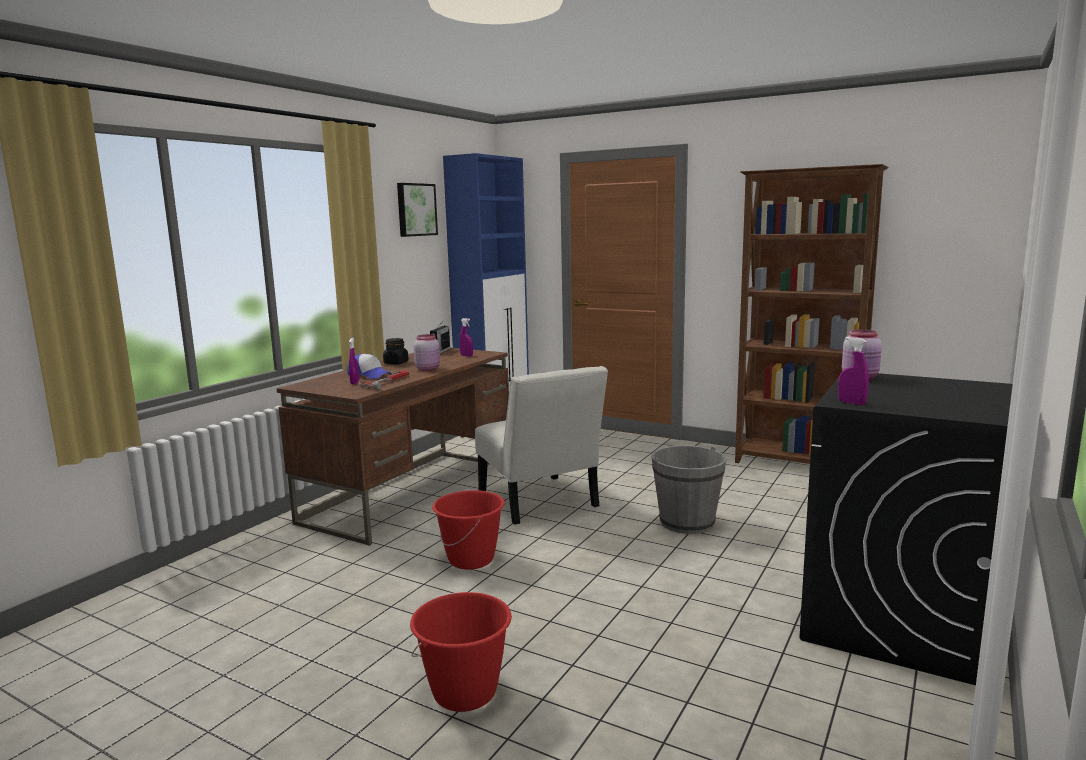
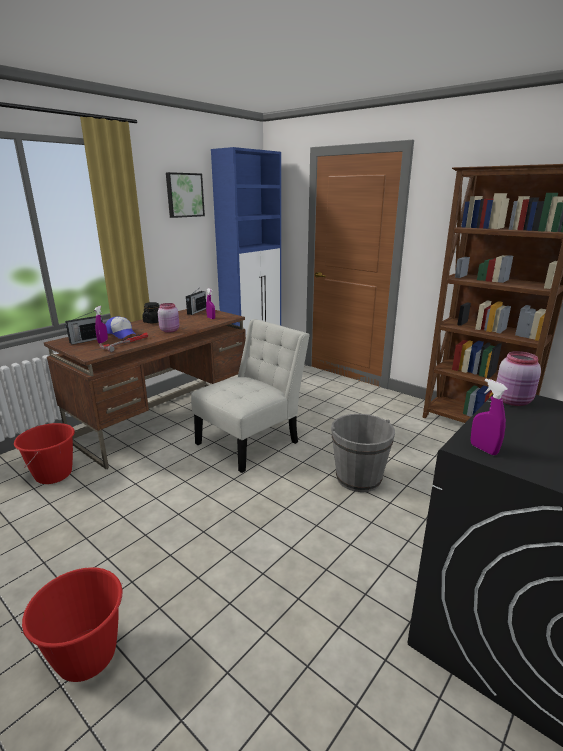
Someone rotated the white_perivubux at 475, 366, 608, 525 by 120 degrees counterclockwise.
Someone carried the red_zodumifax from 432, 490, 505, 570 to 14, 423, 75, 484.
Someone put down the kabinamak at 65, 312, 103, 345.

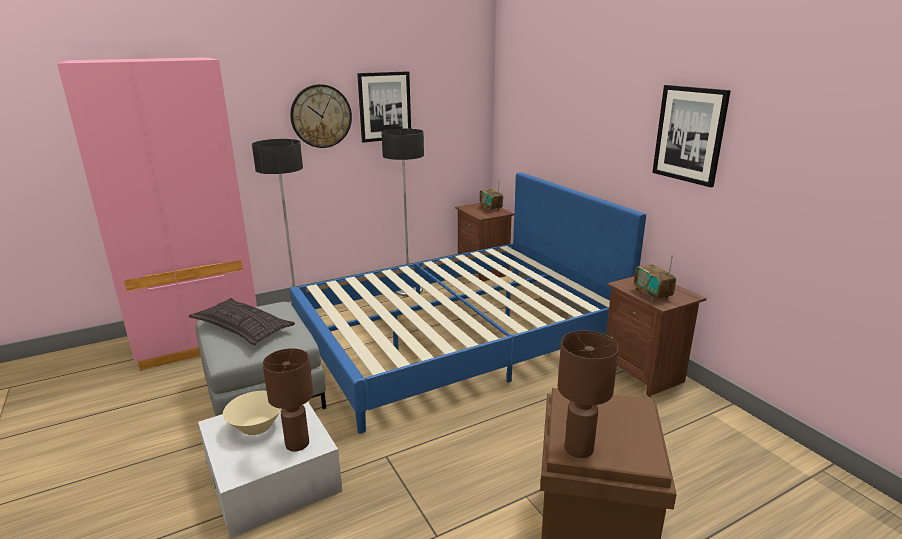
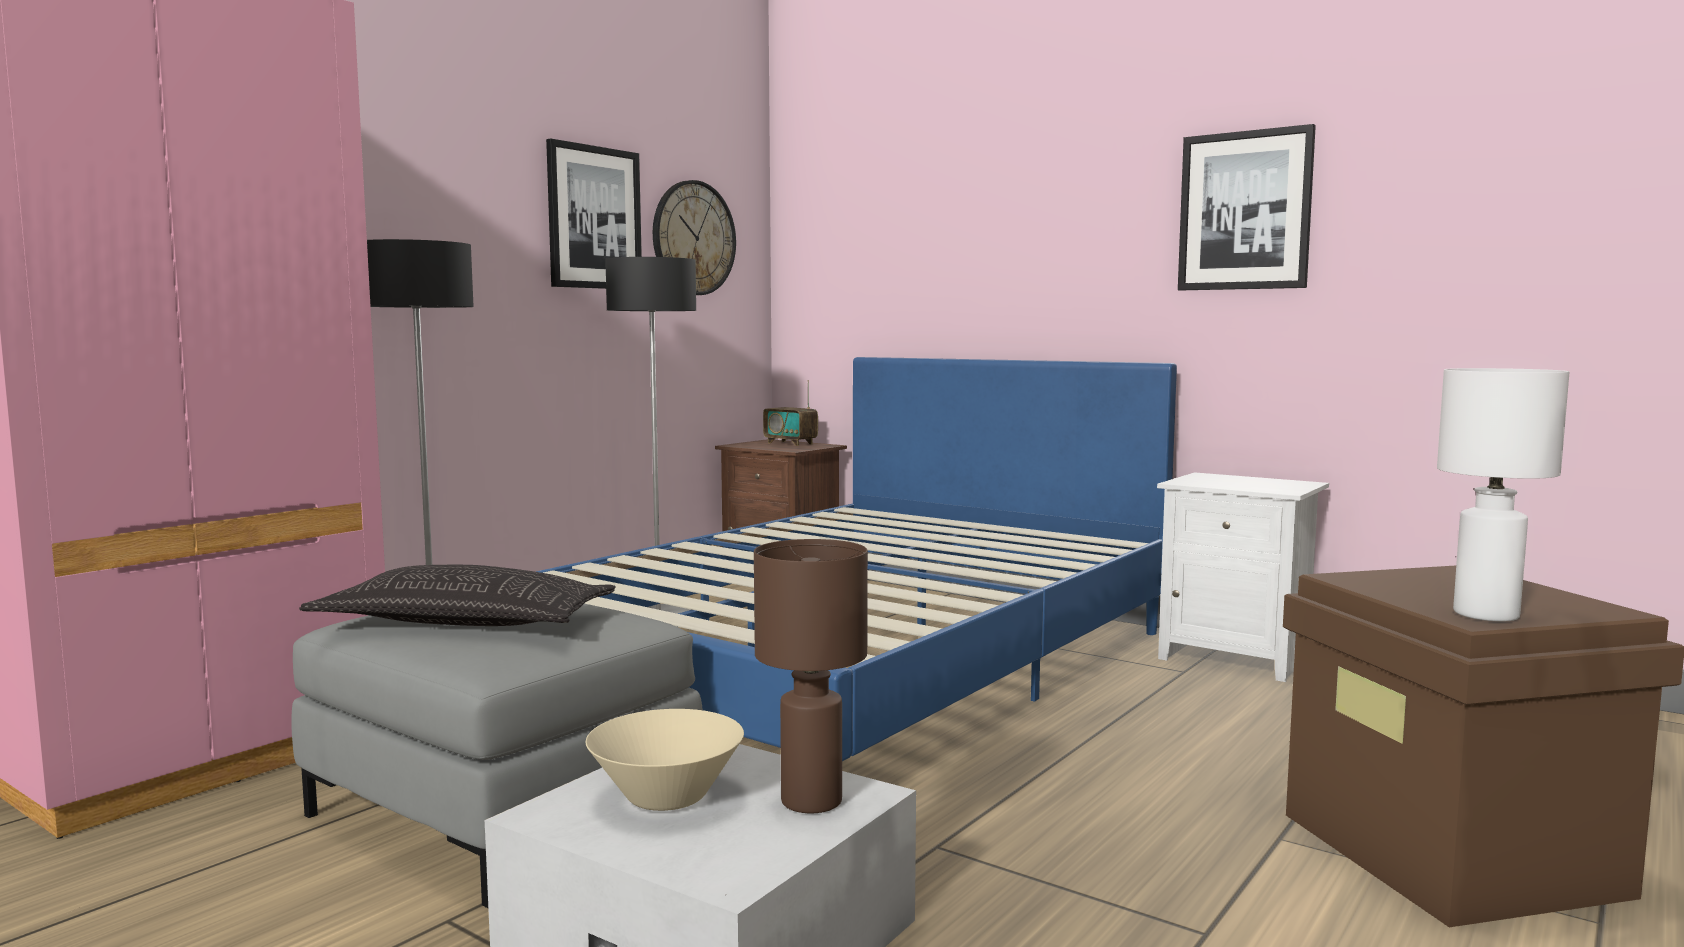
Someone carried the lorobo from 290, 84, 352, 148 to 653, 180, 736, 295.
Someone took away the kabinamak at 634, 254, 676, 302.
Someone repainted the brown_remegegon at 606, 276, 707, 397, which became the white_remegegon at 1157, 472, 1329, 682.
Someone repainted the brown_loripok at 558, 331, 619, 458, which became the white_loripok at 1437, 368, 1569, 622.

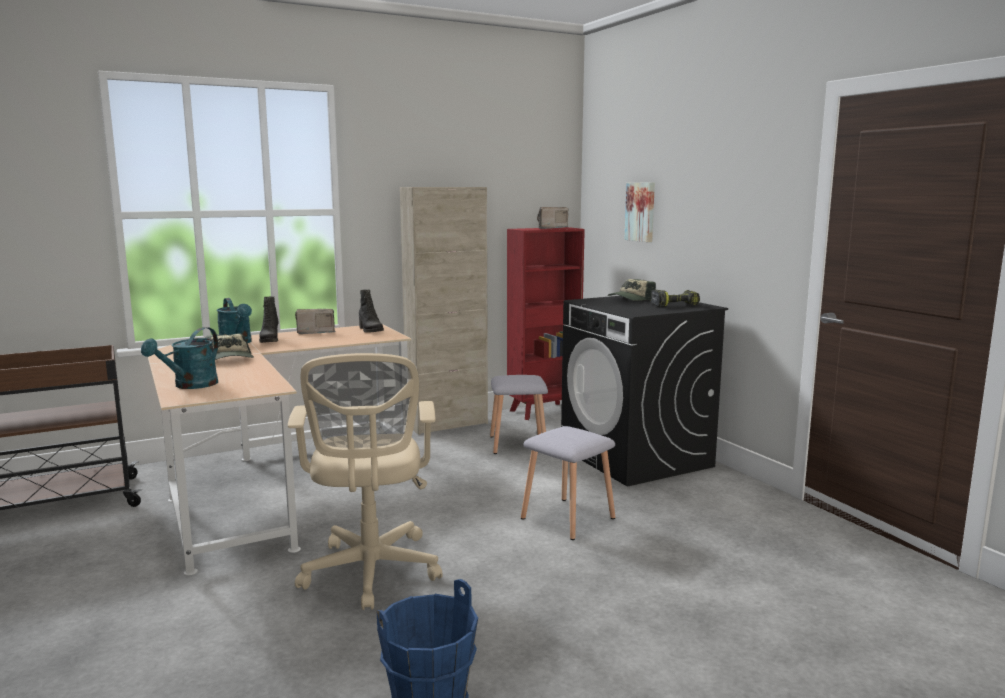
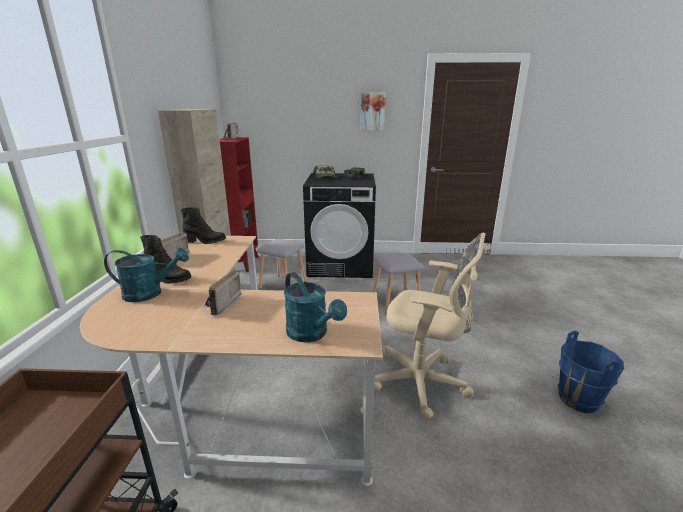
Someone carried the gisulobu from 624, 183, 655, 242 to 361, 92, 386, 131.
Someone swapped the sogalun at 205, 333, 254, 360 for the kabinamak at 205, 270, 241, 316.

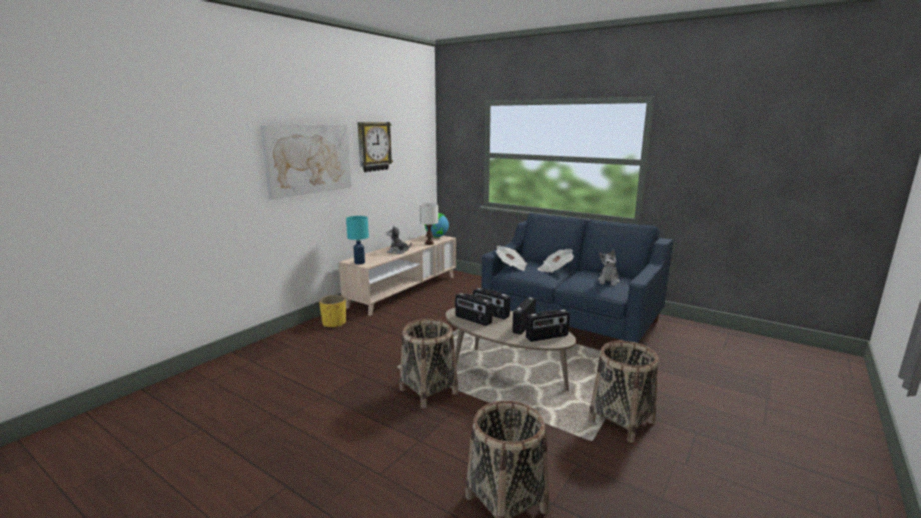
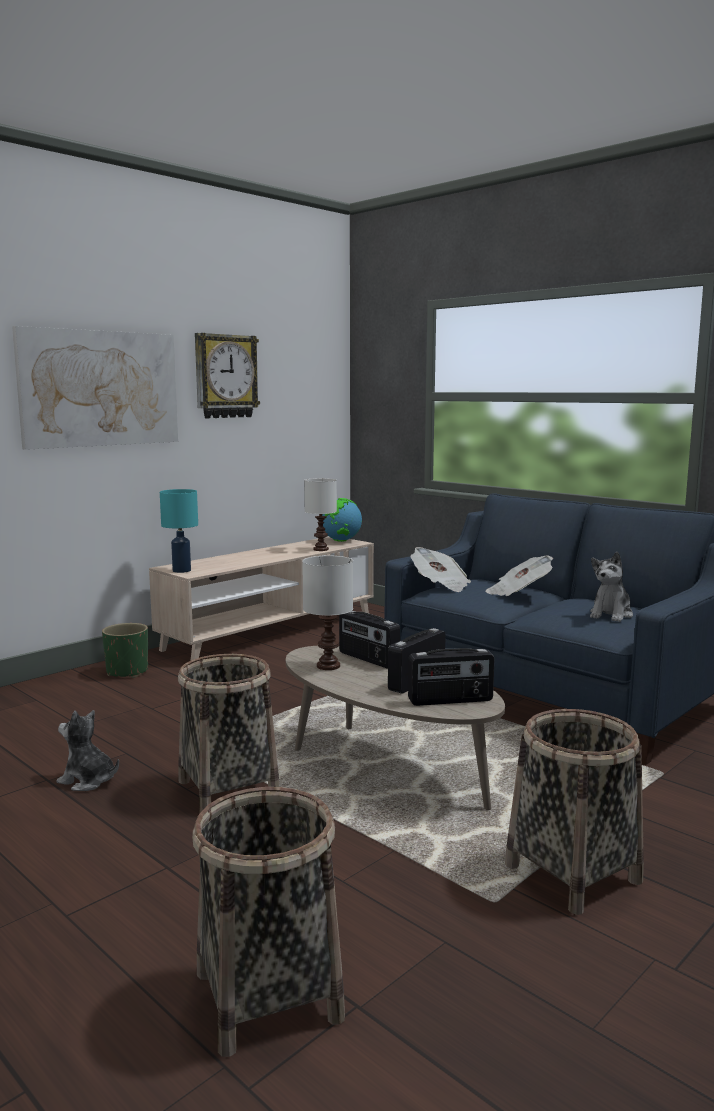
Someone carried the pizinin from 386, 226, 412, 254 to 56, 710, 119, 791.
Someone swapped the kabinamak at 455, 293, 492, 326 for the white_loripok at 302, 556, 353, 670.
Someone repainted the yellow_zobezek at 319, 295, 346, 327, which became the green_zobezek at 102, 623, 148, 678.

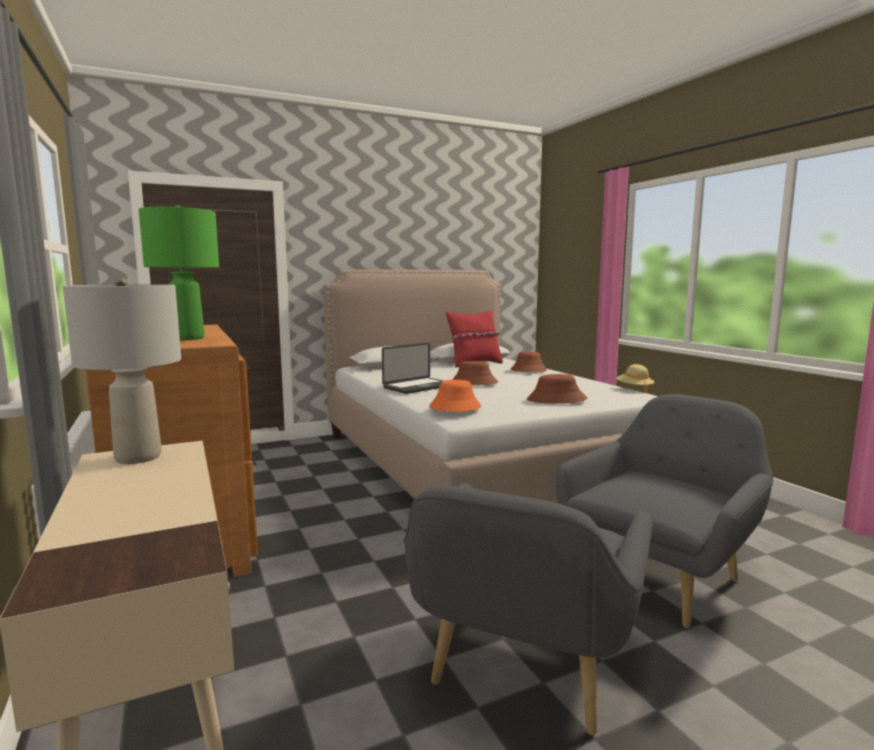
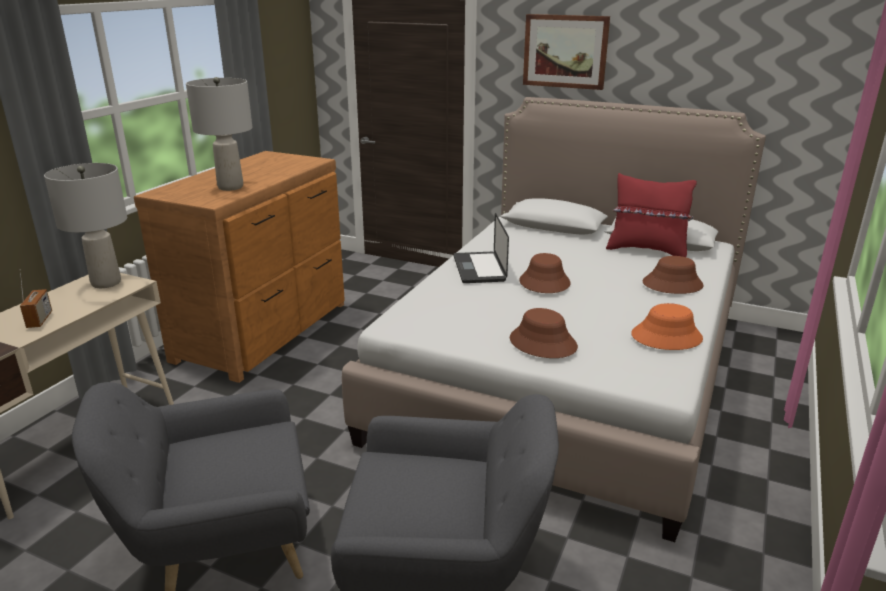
Someone repainted the green_loripok at 139, 205, 219, 340, which became the grey_loripok at 186, 77, 253, 191.
Someone rotated the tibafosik at 382, 343, 443, 394 by 75 degrees clockwise.
Someone took away the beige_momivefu at 616, 364, 655, 393.
Someone carried the orange_momivefu from 429, 380, 481, 412 to 631, 303, 703, 350.
Someone put up the gisulobu at 523, 14, 610, 90.
Someone put down the kabinamak at 20, 269, 52, 328.

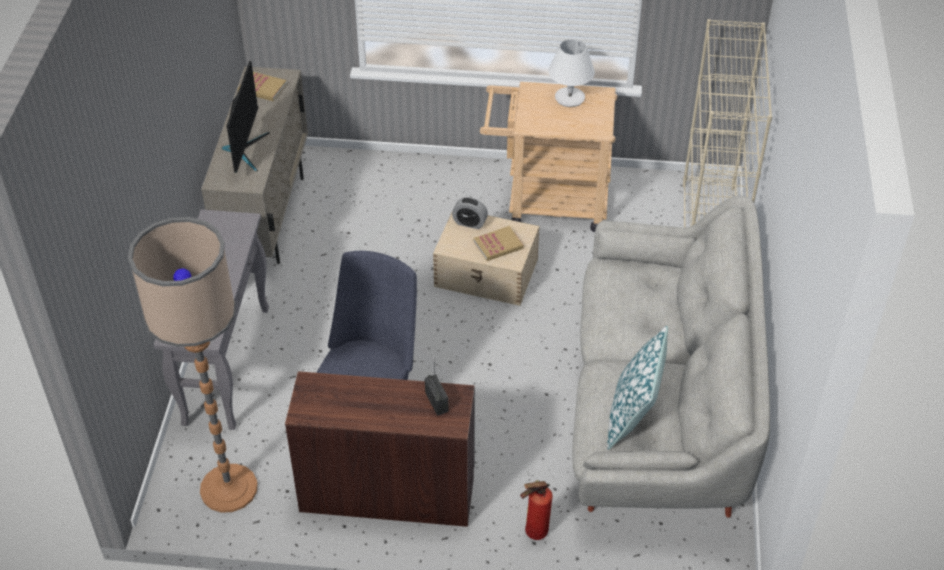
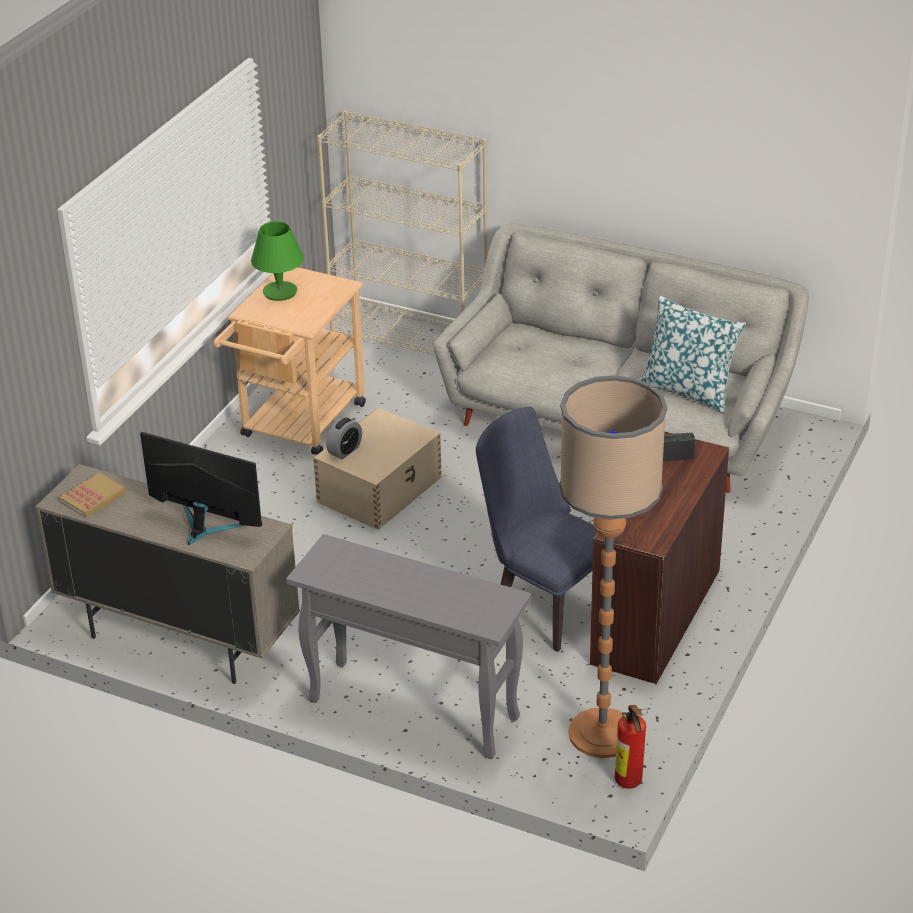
Someone repainted the white_loripok at 549, 39, 595, 107, which became the green_loripok at 251, 221, 304, 301.
Someone took away the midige at 474, 226, 524, 261.
Someone carried the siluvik from 520, 480, 553, 540 to 615, 705, 648, 789.

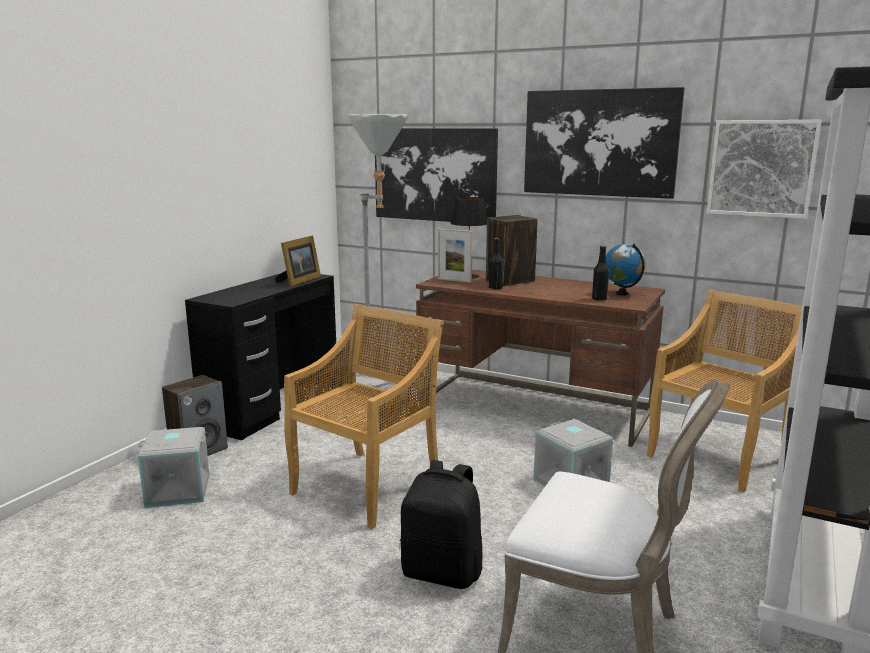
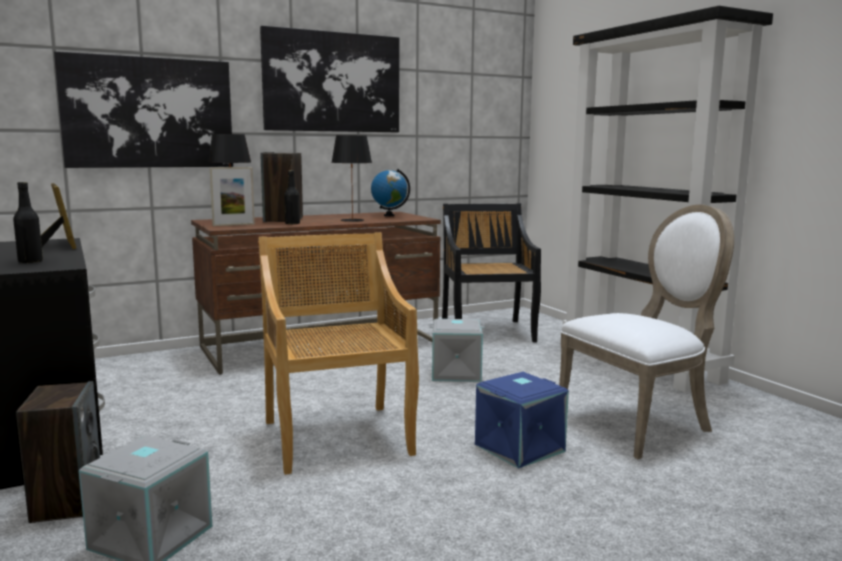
Someone took away the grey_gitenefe at 347, 114, 408, 388.
Someone took away the gisulobu at 706, 120, 822, 219.
Someone carried the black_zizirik from 592, 246, 609, 301 to 13, 182, 43, 263.
Someone repainted the beige_perivubux at 647, 289, 802, 493, which became the black_perivubux at 442, 203, 541, 343.
Someone swapped the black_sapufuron at 400, 460, 482, 589 for the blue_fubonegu at 475, 372, 569, 469.
Someone put down the black_loripok at 331, 135, 372, 222.

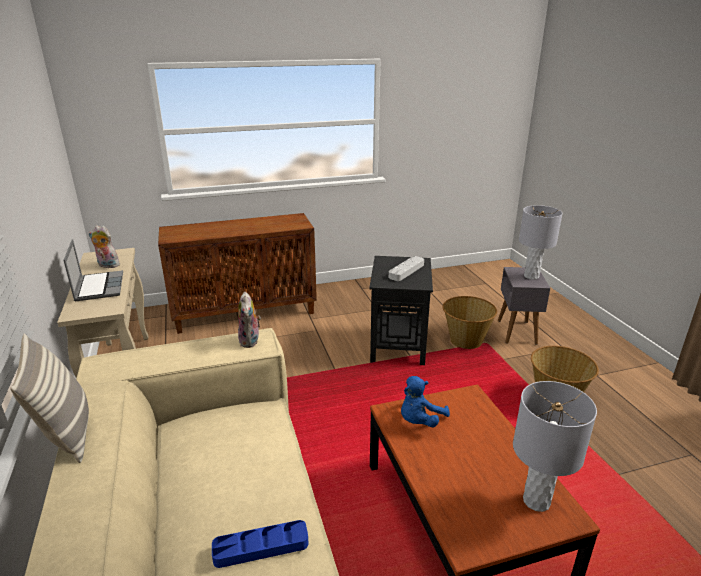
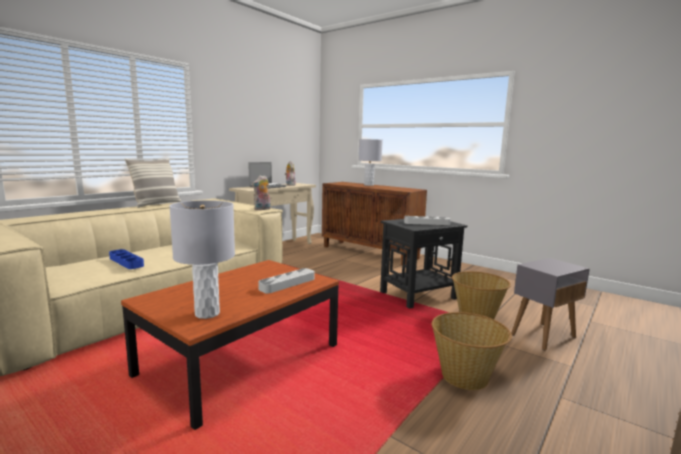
Someone carried the grey_loripok from 519, 205, 563, 280 to 358, 139, 383, 186.
Someone took away the blue_pizinin at 401, 376, 450, 427.
Someone put down the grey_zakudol at 258, 268, 314, 293.

